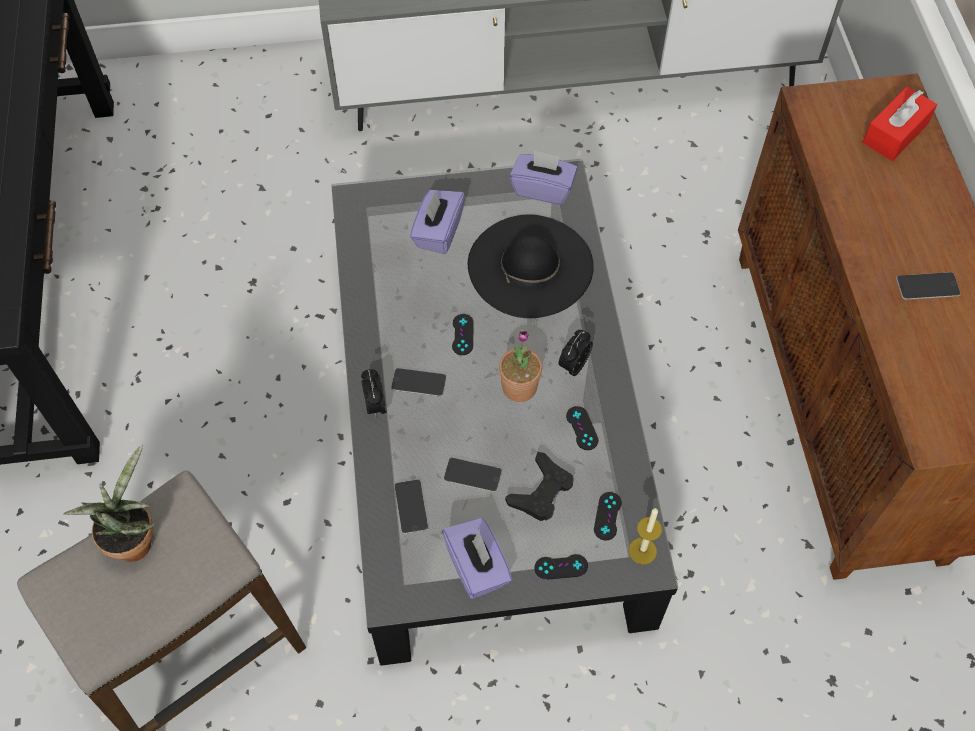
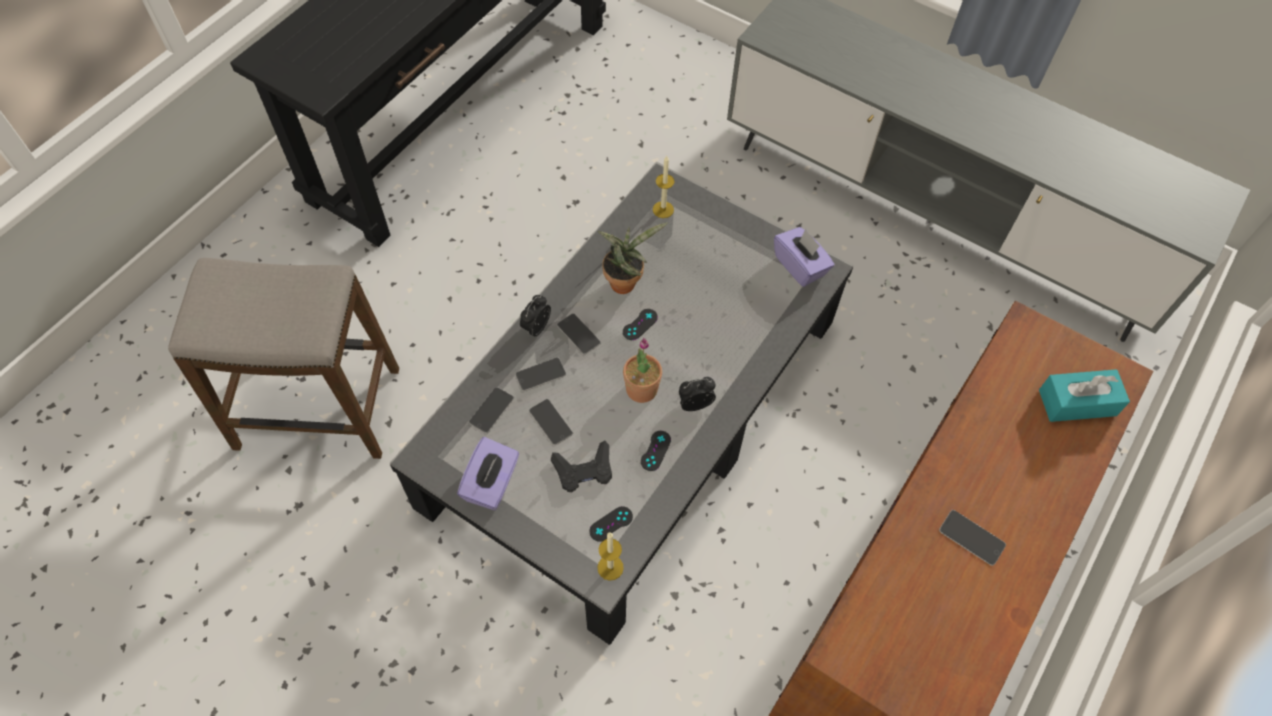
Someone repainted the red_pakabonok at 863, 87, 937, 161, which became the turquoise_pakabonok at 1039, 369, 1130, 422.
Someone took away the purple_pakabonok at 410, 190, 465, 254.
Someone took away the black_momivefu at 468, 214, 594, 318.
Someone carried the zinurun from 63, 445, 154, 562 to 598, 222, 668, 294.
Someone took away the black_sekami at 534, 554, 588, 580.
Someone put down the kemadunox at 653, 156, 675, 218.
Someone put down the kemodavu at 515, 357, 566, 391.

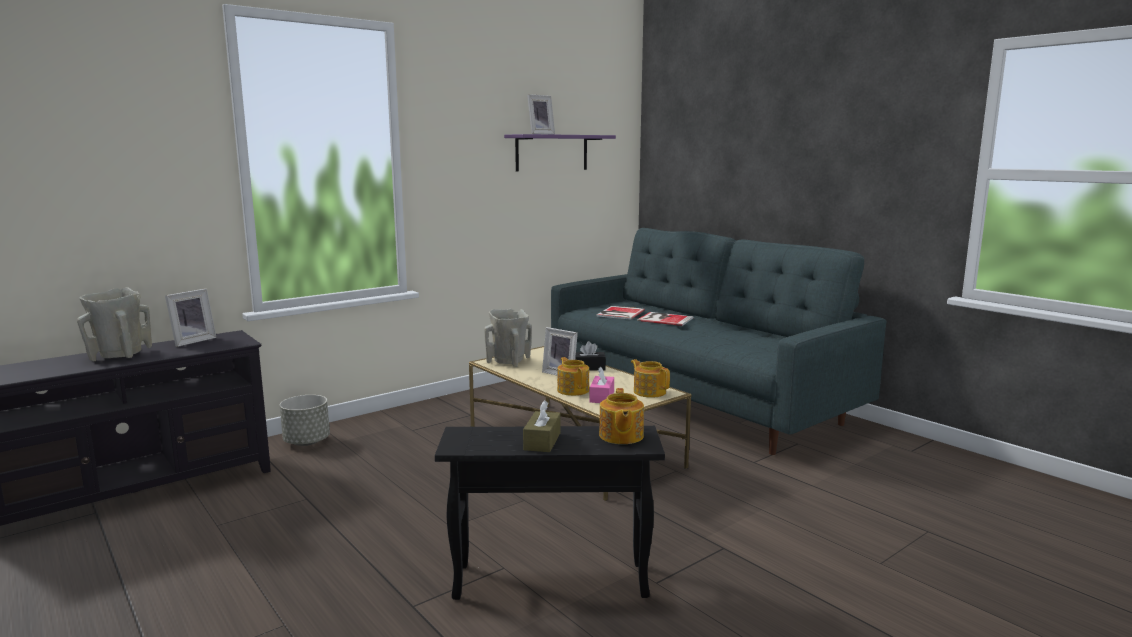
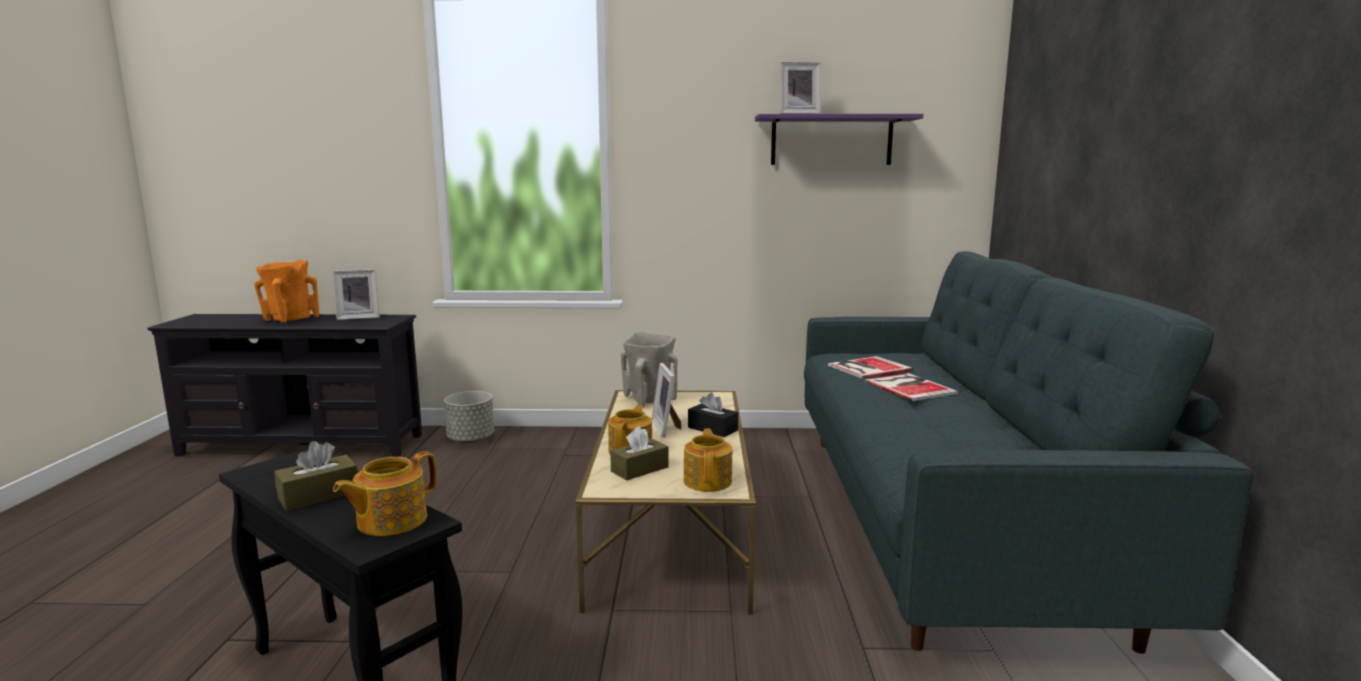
Someone repainted the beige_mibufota at 77, 287, 152, 361, which became the orange_mibufota at 254, 260, 319, 323.
Someone repainted the pink_pakabonok at 589, 367, 614, 403, which became the brown_pakabonok at 610, 426, 669, 480.

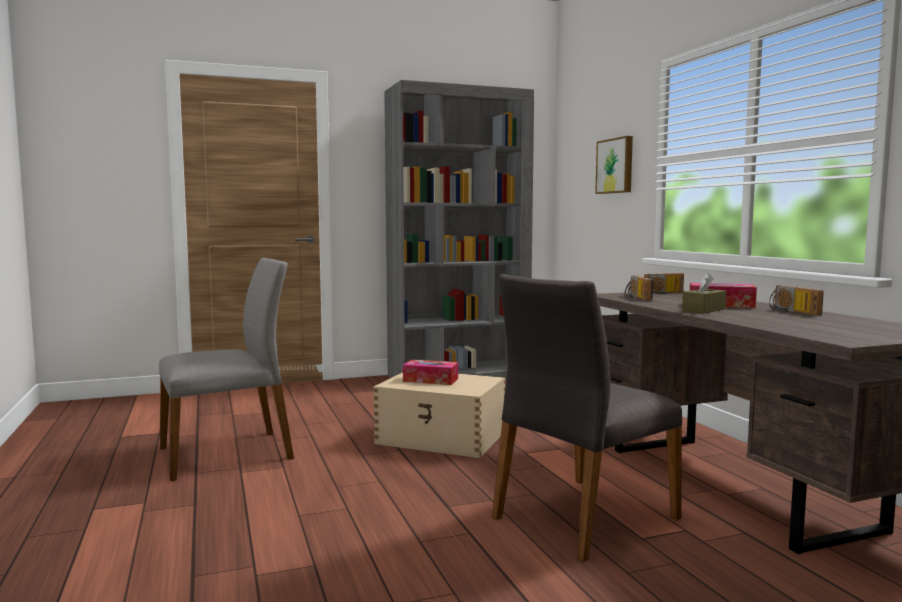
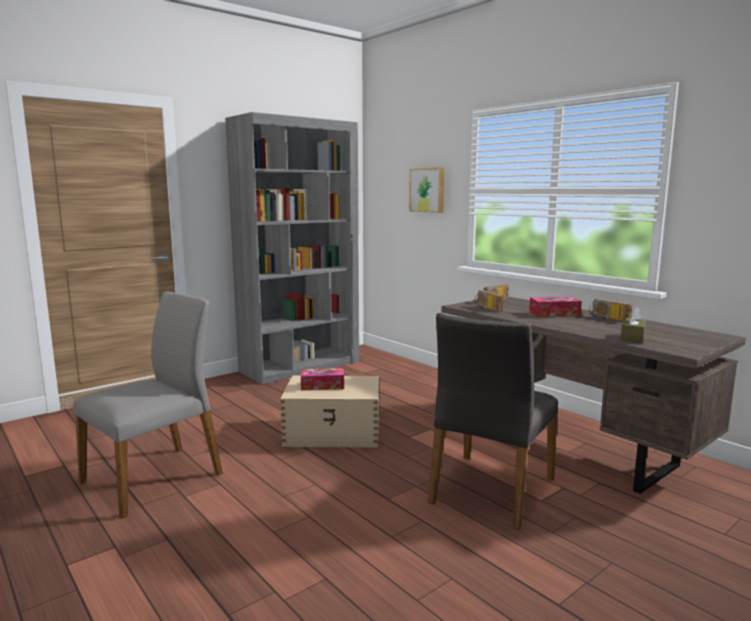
Someone carried the brown_pakabonok from 682, 273, 726, 314 to 620, 307, 646, 343.

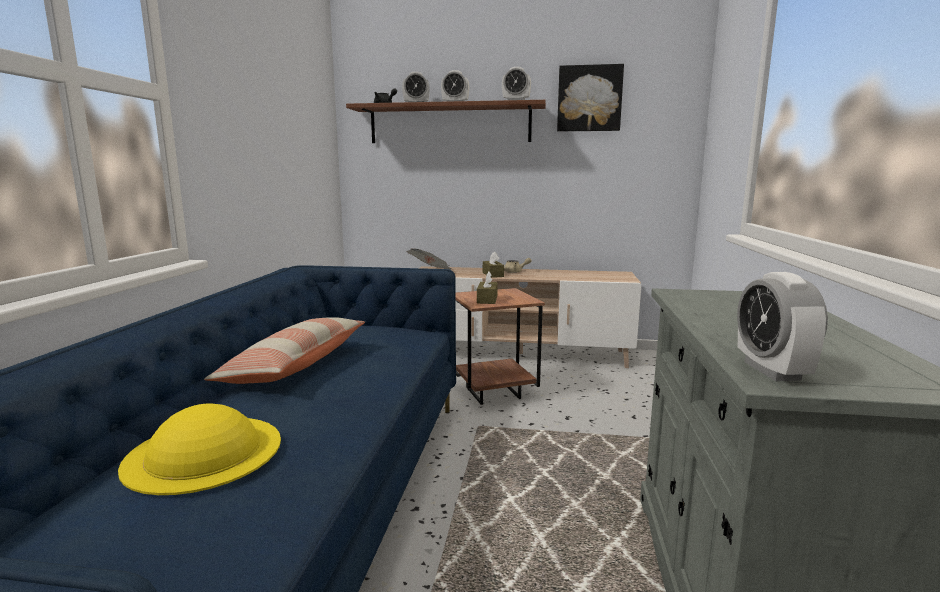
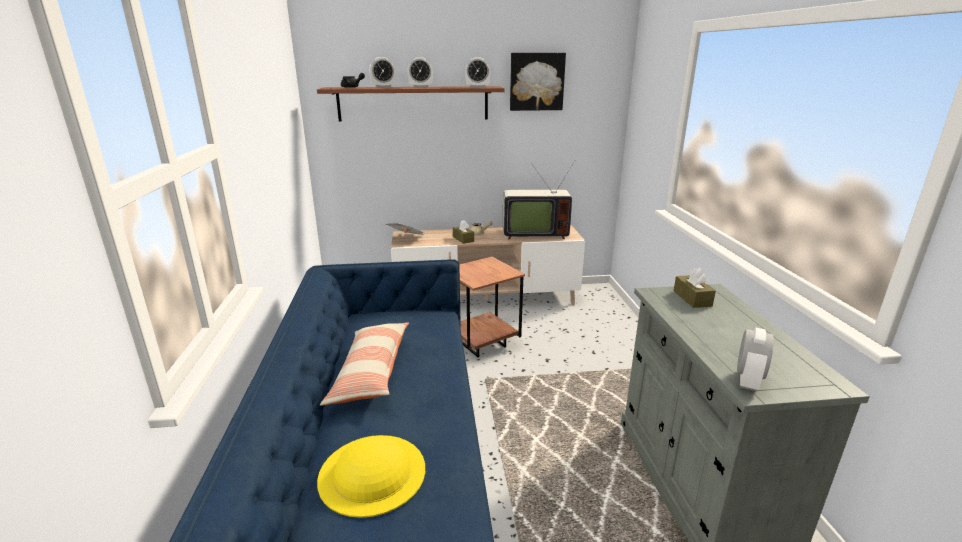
Someone carried the brown_pakabonok from 477, 272, 498, 304 to 674, 268, 716, 308.
Someone rotated the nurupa at 737, 272, 828, 381 by 135 degrees counterclockwise.
Someone put down the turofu at 503, 161, 575, 239.

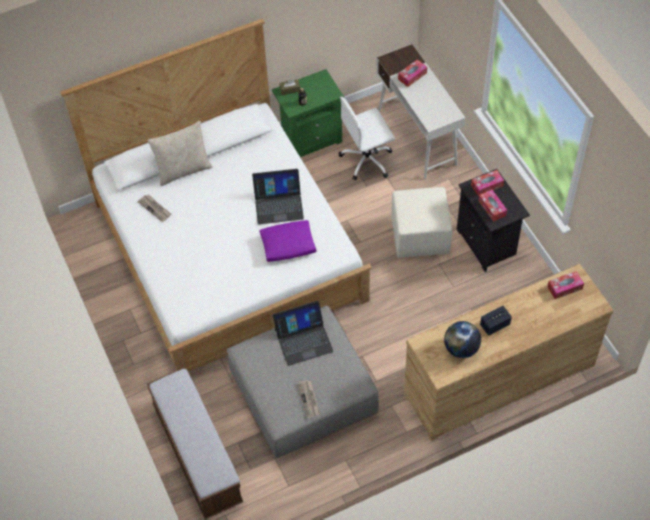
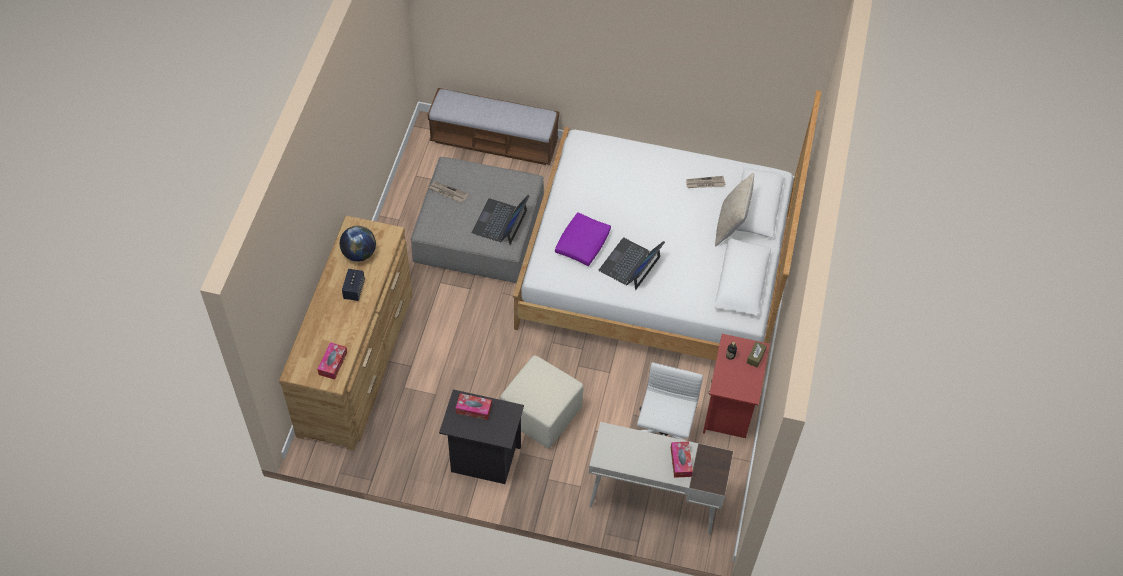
Someone repainted the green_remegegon at 272, 69, 344, 157, which became the red_remegegon at 703, 334, 770, 438.
Someone took away the pakabonok at 471, 170, 504, 196.

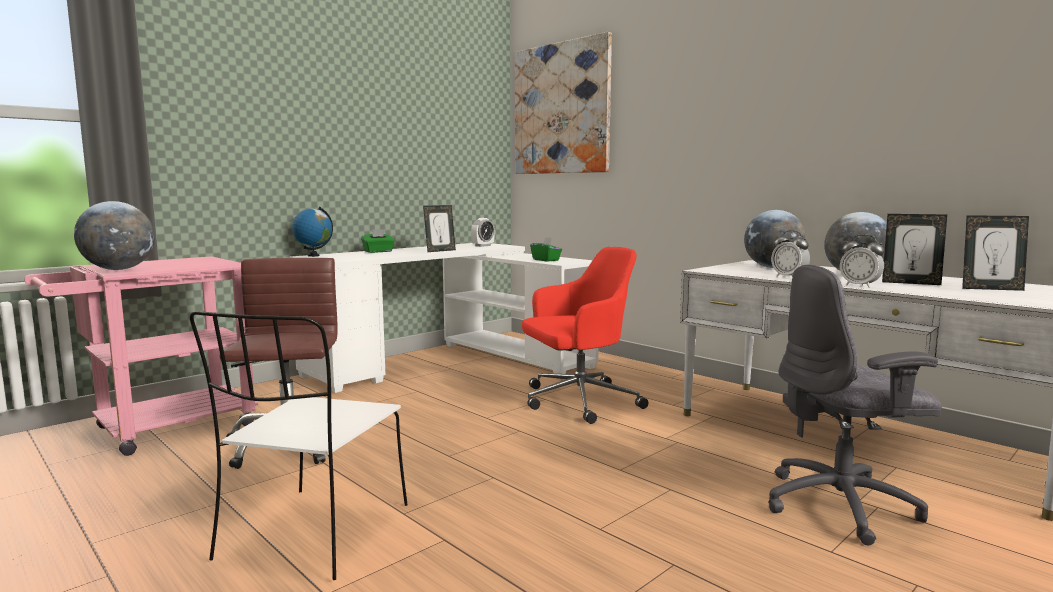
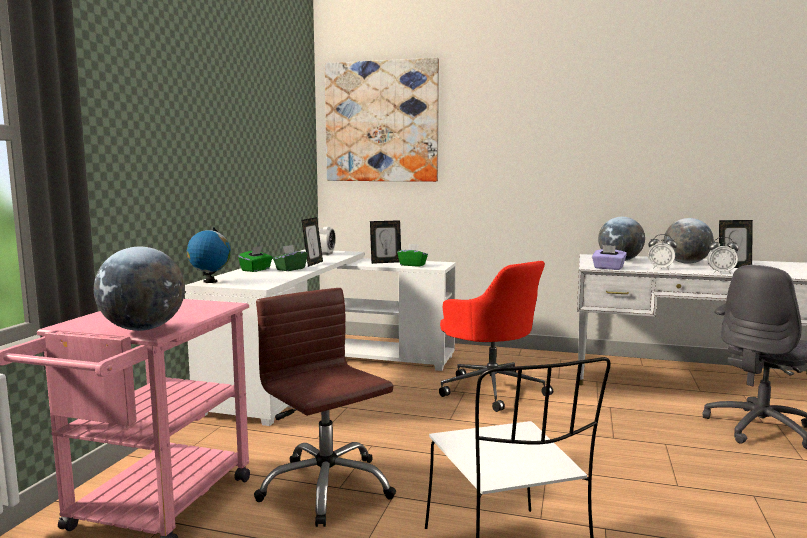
Someone carried the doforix from 962, 215, 1029, 291 to 370, 220, 401, 264.
Someone rotated the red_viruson at 522, 247, 648, 424 by 105 degrees clockwise.
Someone put down the green_pakabonok at 273, 245, 308, 271.
Someone put down the purple_pakabonok at 592, 245, 627, 270.

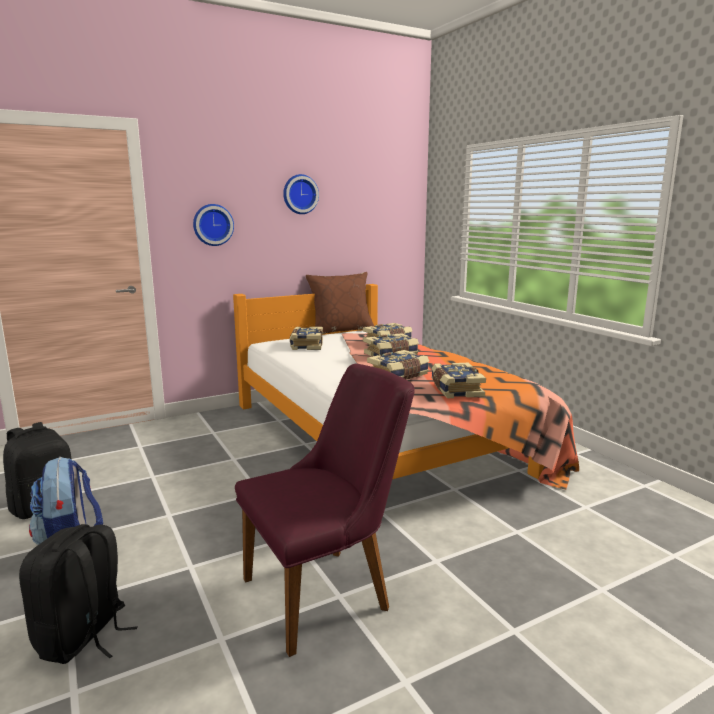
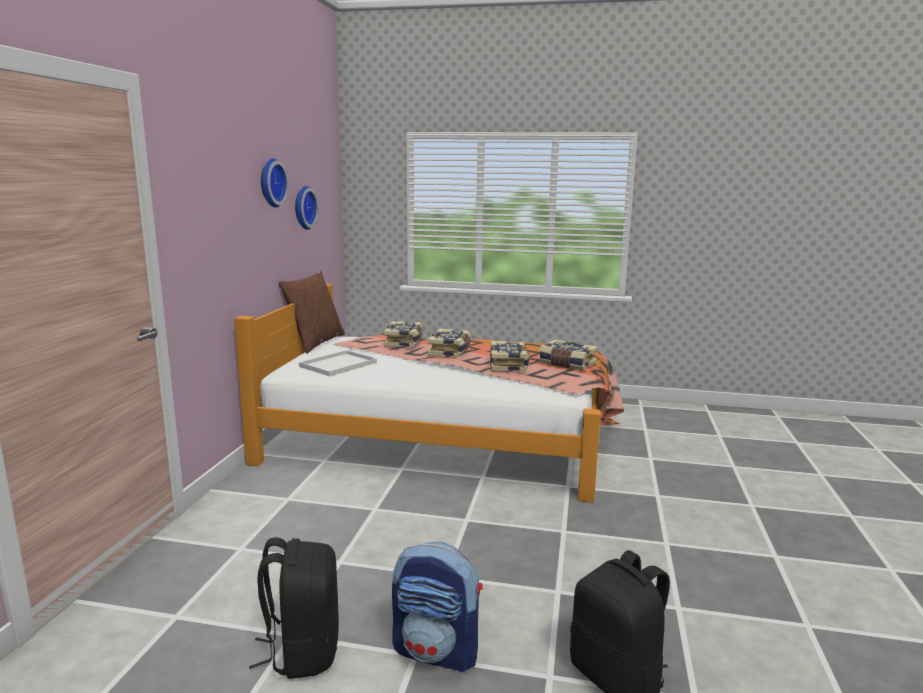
Someone carried the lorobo from 193, 204, 234, 246 to 295, 186, 319, 230.
Someone swapped the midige at 290, 327, 323, 350 for the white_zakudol at 299, 350, 377, 376.
Someone took away the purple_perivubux at 235, 364, 415, 657.

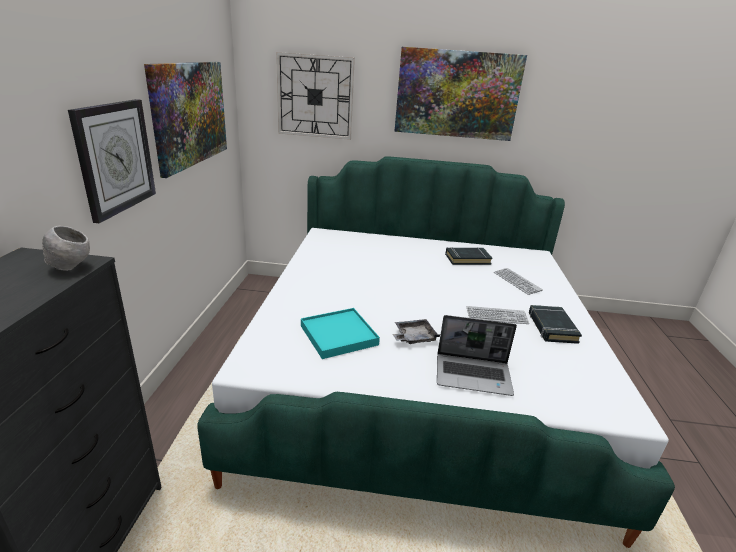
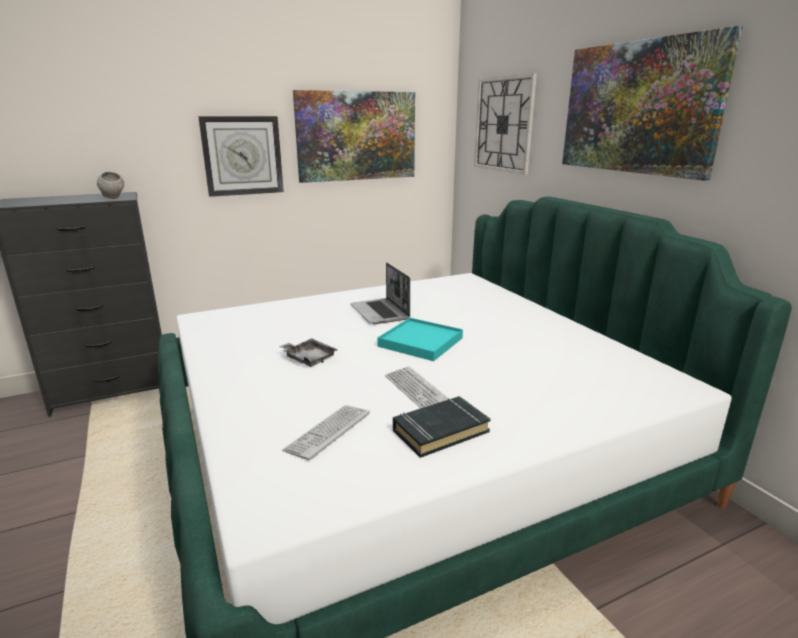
Someone took away the black_midige at 445, 247, 492, 265.
Someone carried the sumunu from 494, 268, 543, 295 to 282, 405, 370, 461.
Someone carried the turquoise_zakudol from 301, 308, 380, 359 to 377, 318, 463, 361.
Someone carried the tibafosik from 437, 315, 517, 396 to 350, 263, 410, 324.

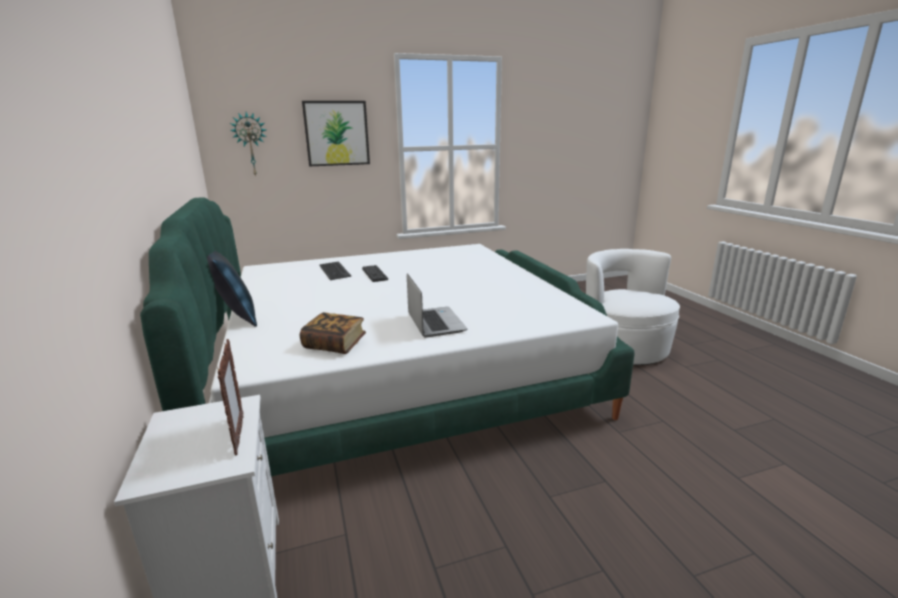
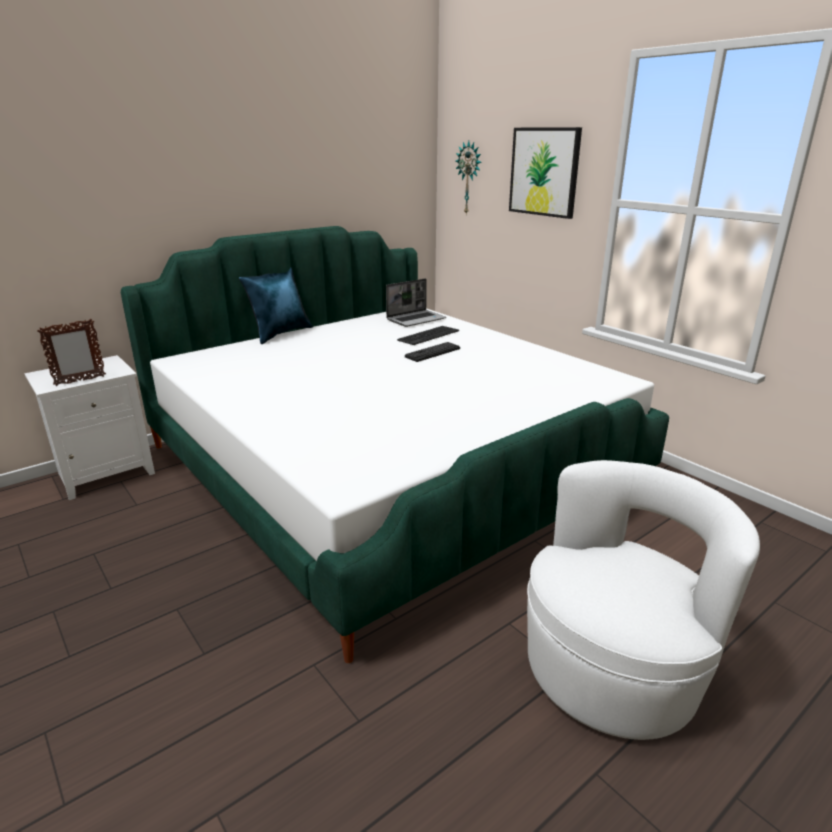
Someone carried the tibafosik from 407, 273, 467, 337 to 386, 278, 446, 327.
Someone took away the midige at 300, 312, 366, 354.

